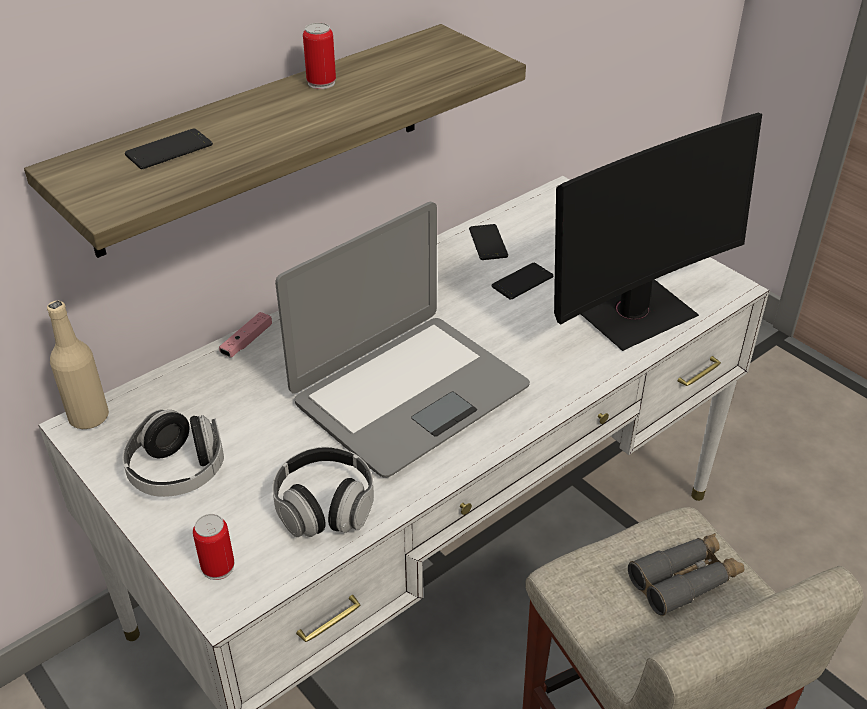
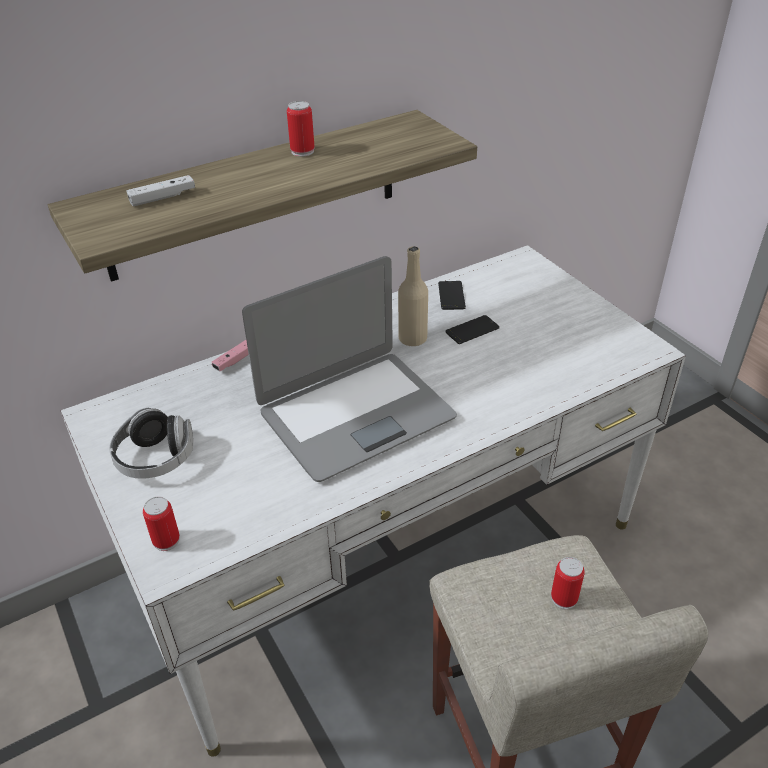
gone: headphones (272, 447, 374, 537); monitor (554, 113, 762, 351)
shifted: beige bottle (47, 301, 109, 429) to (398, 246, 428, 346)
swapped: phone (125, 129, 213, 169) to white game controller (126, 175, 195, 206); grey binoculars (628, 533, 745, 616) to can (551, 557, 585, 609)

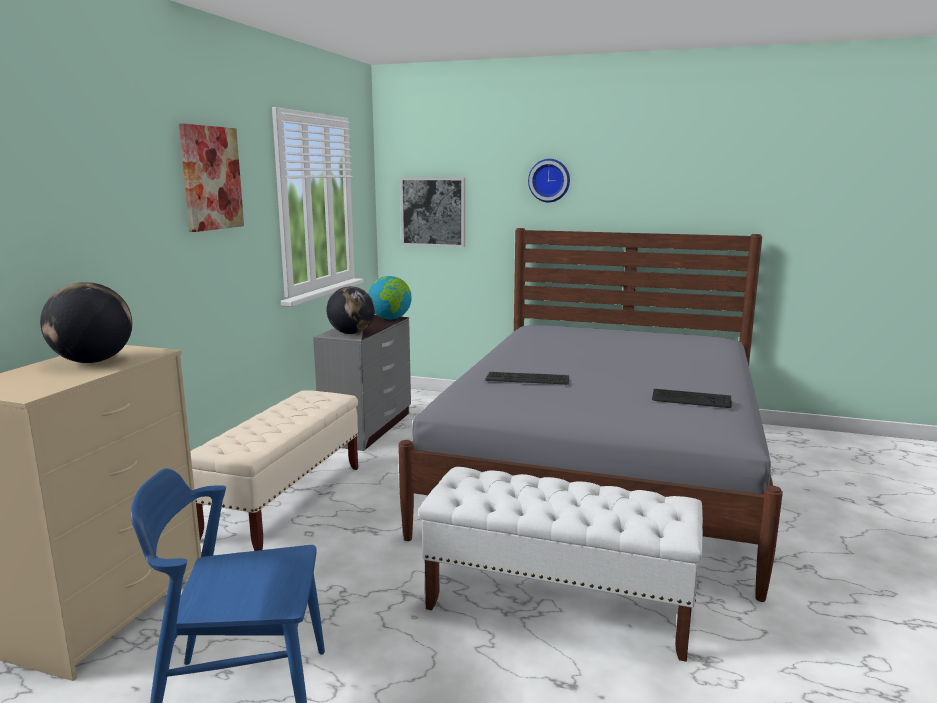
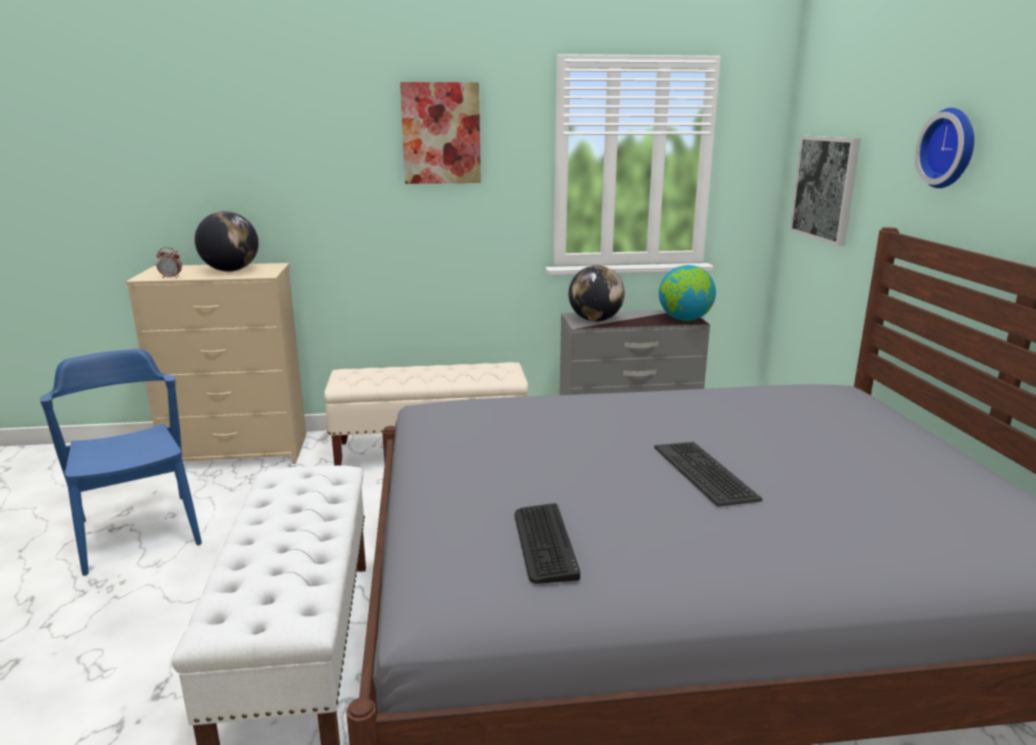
new: alarm clock (157, 247, 182, 278)
shifted: keyboard (485, 372, 569, 385) to (654, 442, 762, 507)

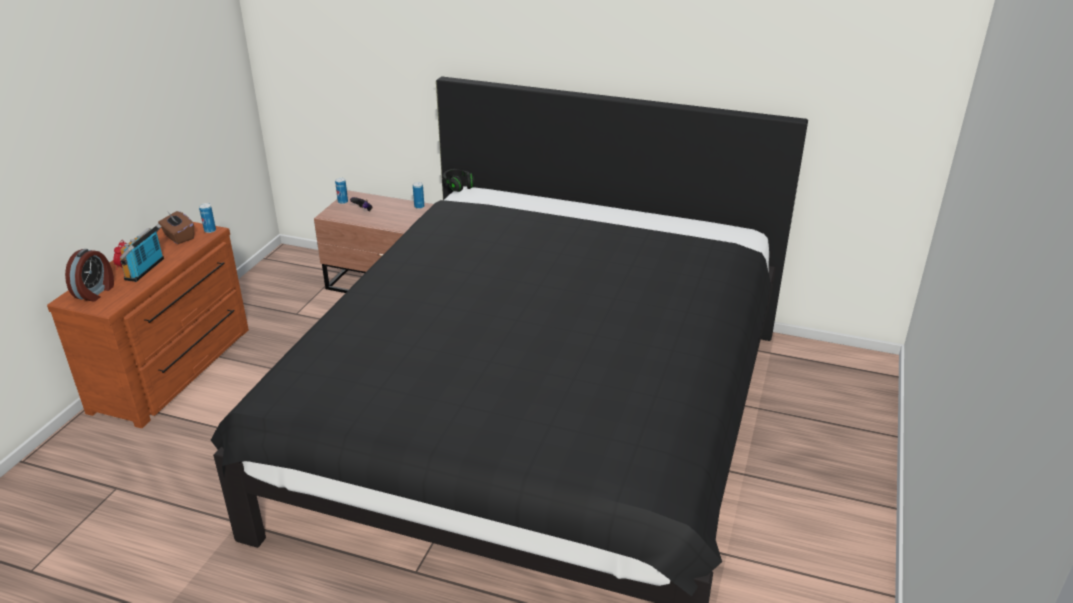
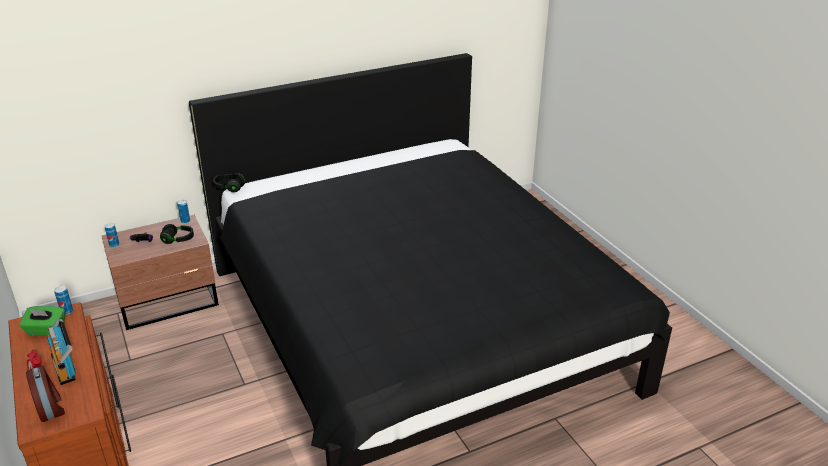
new: black headphones (160, 224, 194, 244)
repainted: brown tissue box (158, 211, 194, 244) to green tissue box (19, 306, 65, 336)

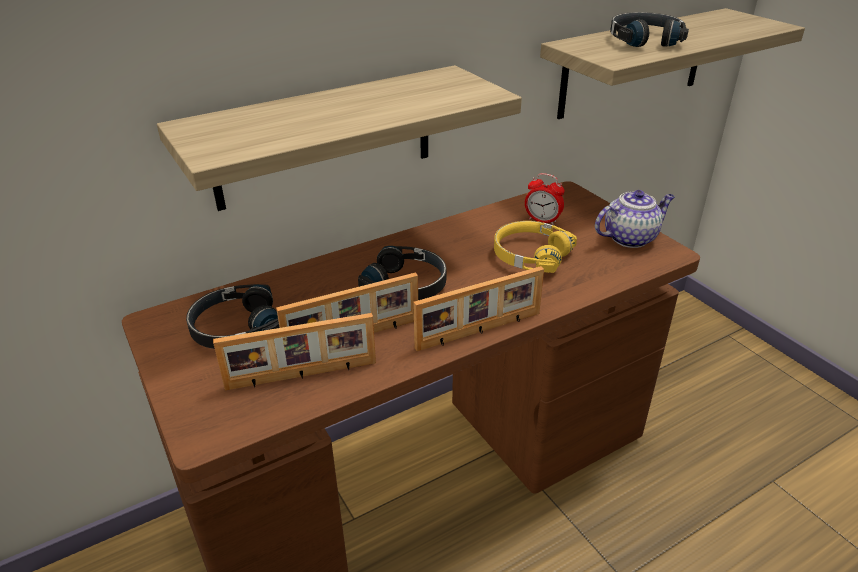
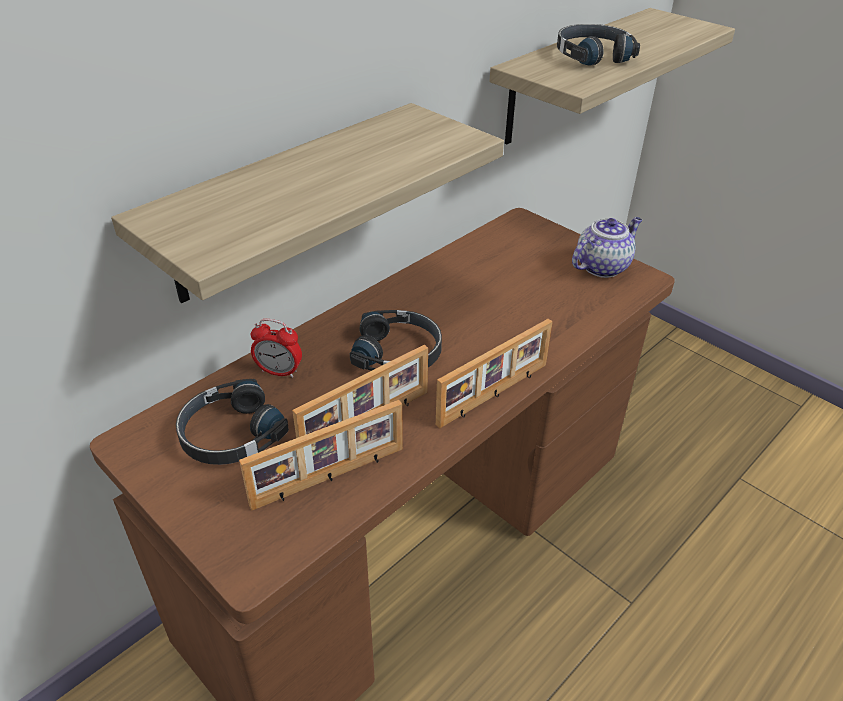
gone: yellow headphones (494, 221, 577, 273)
shifted: alarm clock (525, 173, 564, 225) to (250, 319, 302, 378)

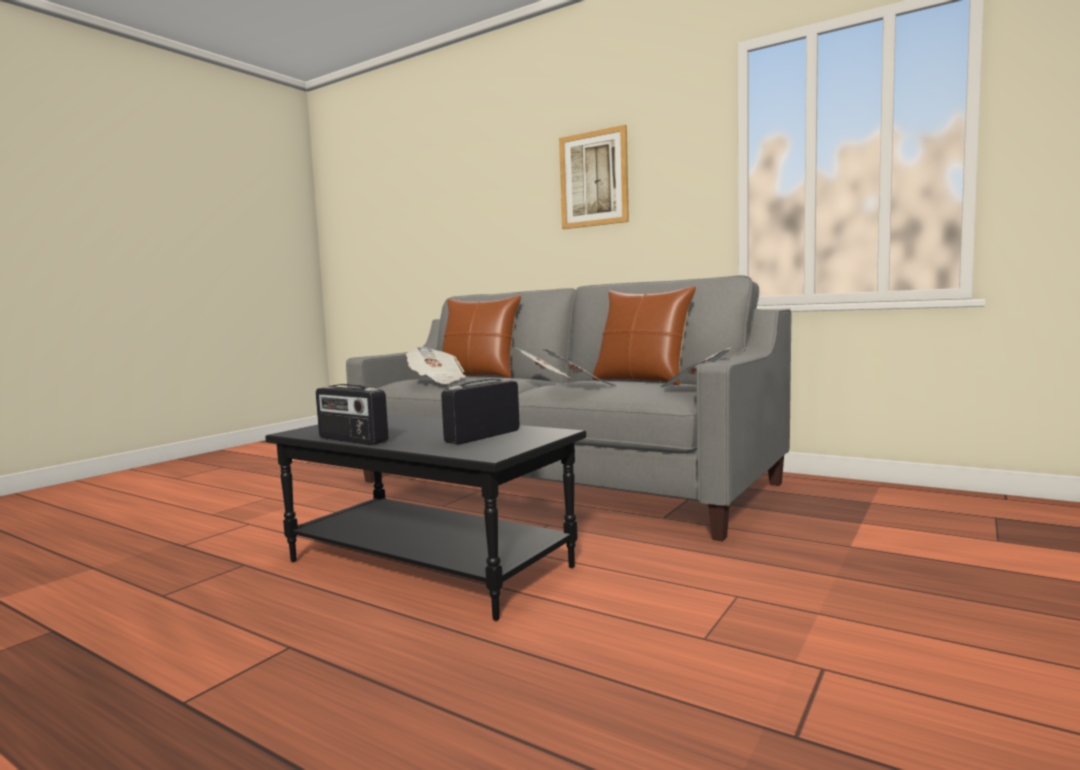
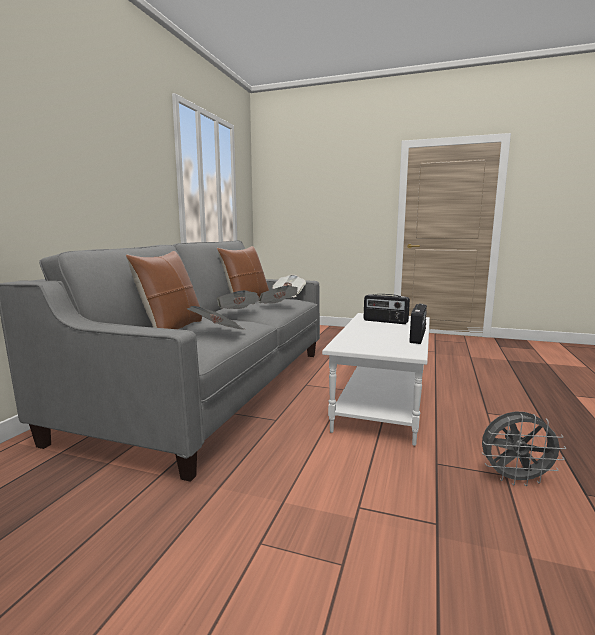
gone: picture (559, 125, 629, 229)
new: grey fan (482, 412, 566, 486)
repainted: black coffee table (265, 414, 586, 621) to white coffee table (322, 313, 430, 446)

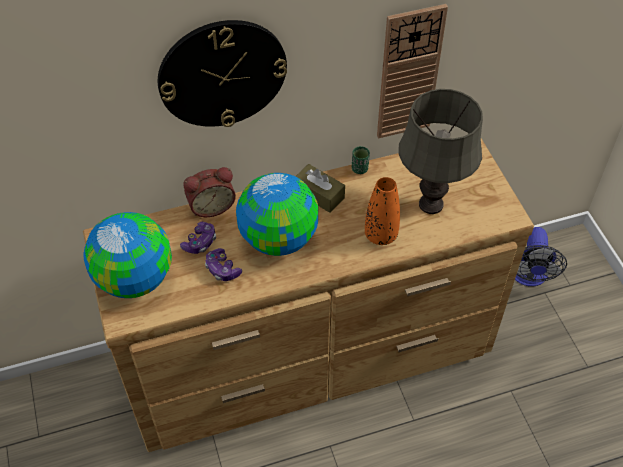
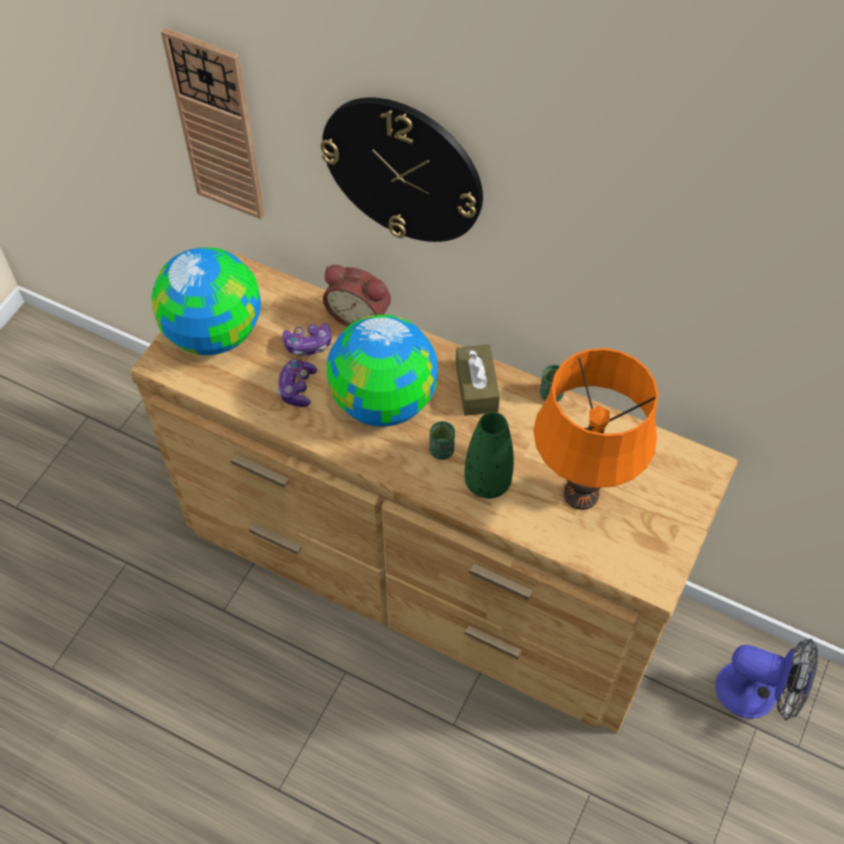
new: green cup (429, 421, 455, 460)
shifted: wall clock (377, 4, 448, 138) to (161, 27, 265, 220)
repainted: orange vase (365, 177, 400, 245) to green vase (464, 412, 514, 498); grey table lamp (399, 89, 483, 214) to orange table lamp (533, 348, 659, 510)
rotated: fan (515, 227, 567, 286) = (715, 639, 818, 720) 120 degrees counterclockwise

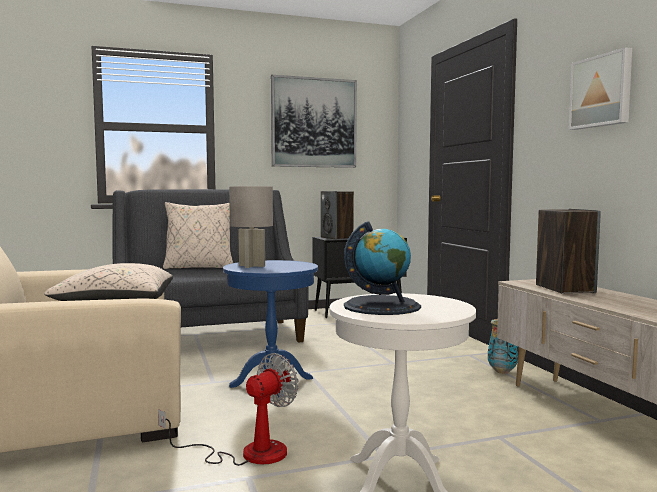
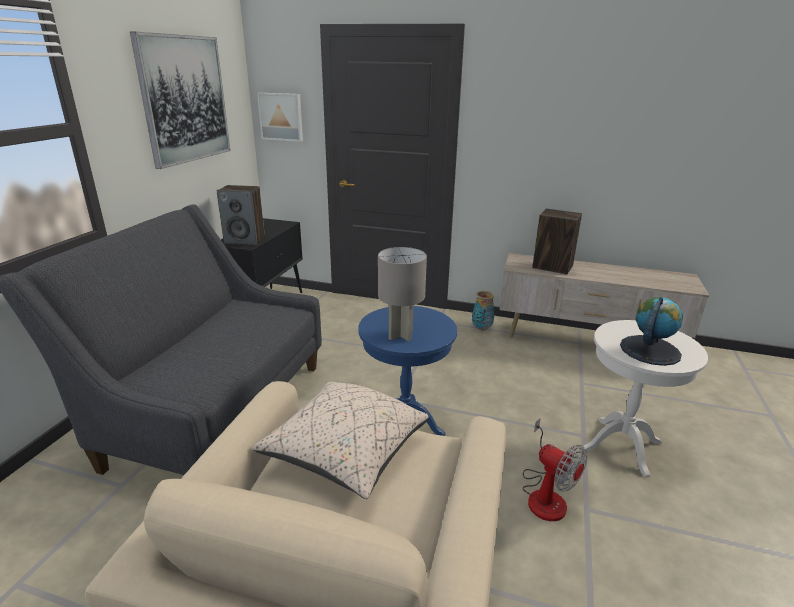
gone: beige pillow (163, 202, 233, 269)
shifted: picture (569, 47, 632, 130) to (257, 93, 303, 142)
rotated: fan (158, 353, 299, 466) = (523, 418, 587, 521) 150 degrees clockwise

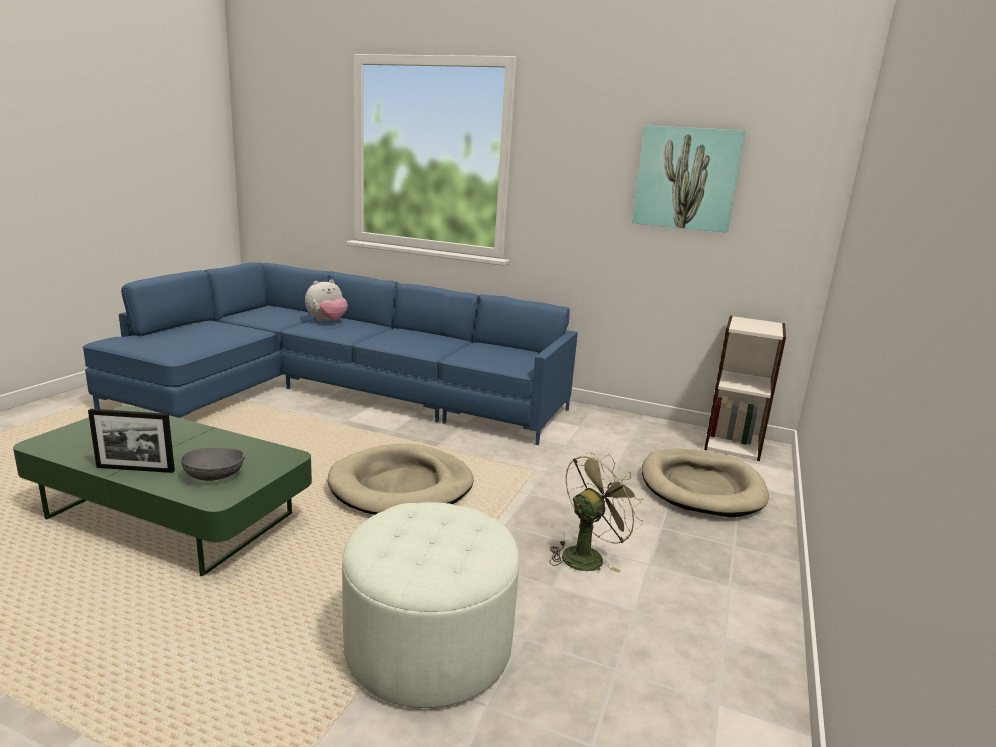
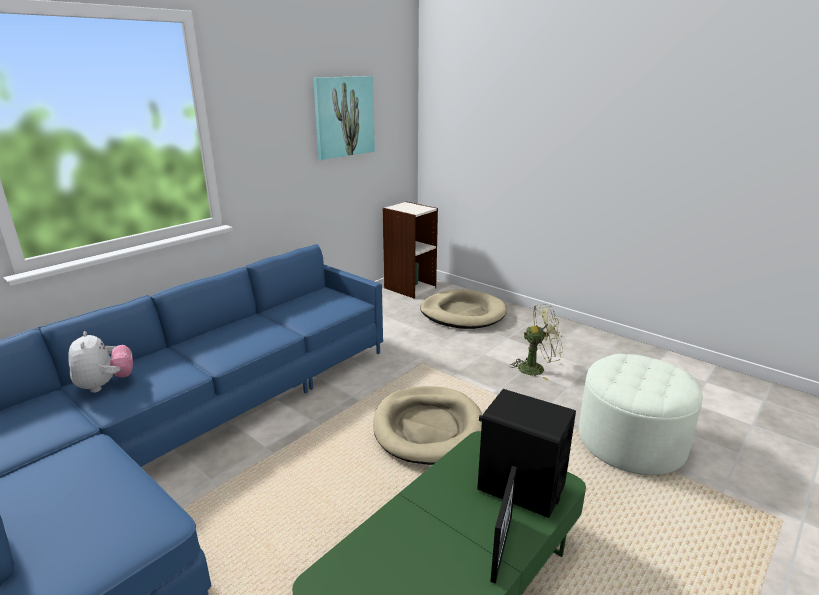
swapped: grey bowl (181, 447, 245, 481) to black speaker (477, 389, 576, 518)
rotated: green fan (549, 452, 643, 573) = (509, 304, 563, 381) 105 degrees clockwise

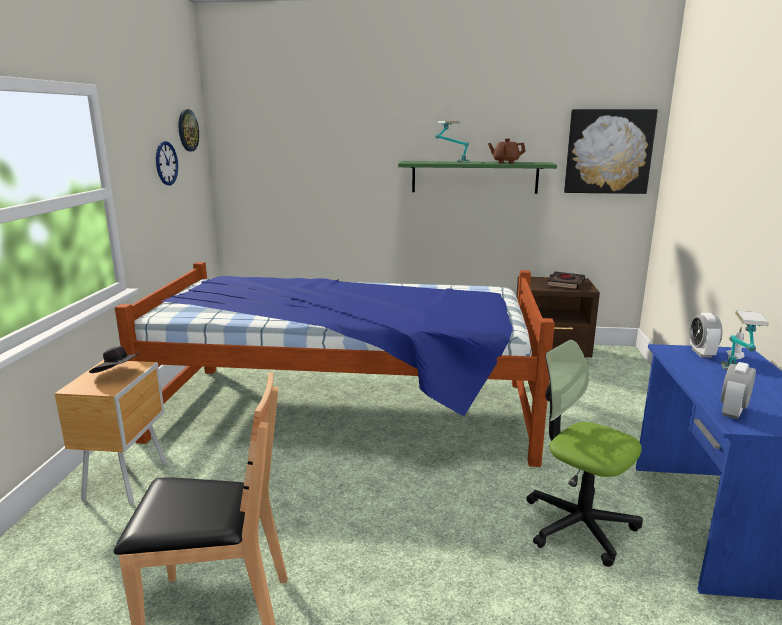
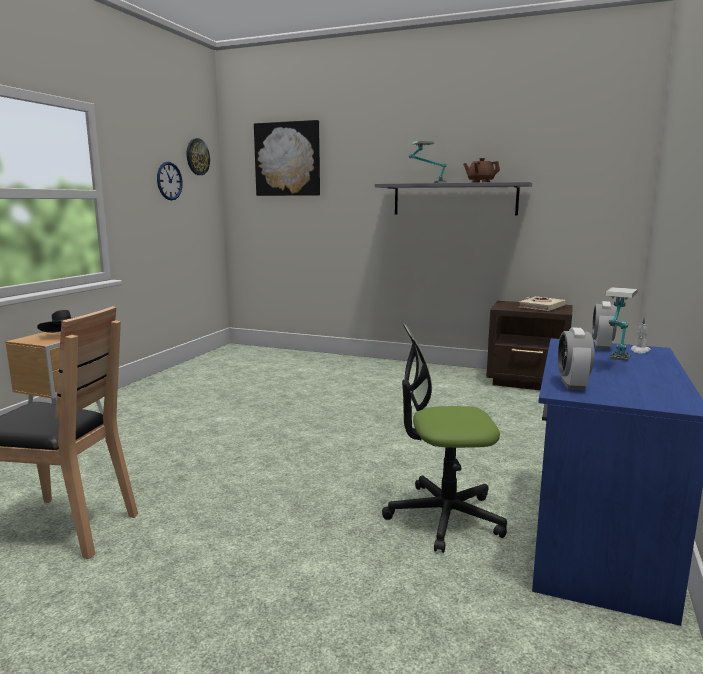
gone: bed (115, 262, 555, 467)
shifted: picture (564, 109, 658, 194) to (254, 120, 320, 196)
repainted: green shelf (398, 161, 557, 194) to grey shelf (375, 182, 532, 215); black book (547, 272, 585, 289) to beige book (519, 296, 566, 311)
rotated: office chair (526, 340, 643, 567) = (382, 323, 507, 553) 60 degrees counterclockwise; alarm clock (721, 362, 756, 419) = (558, 328, 594, 390) 45 degrees counterclockwise

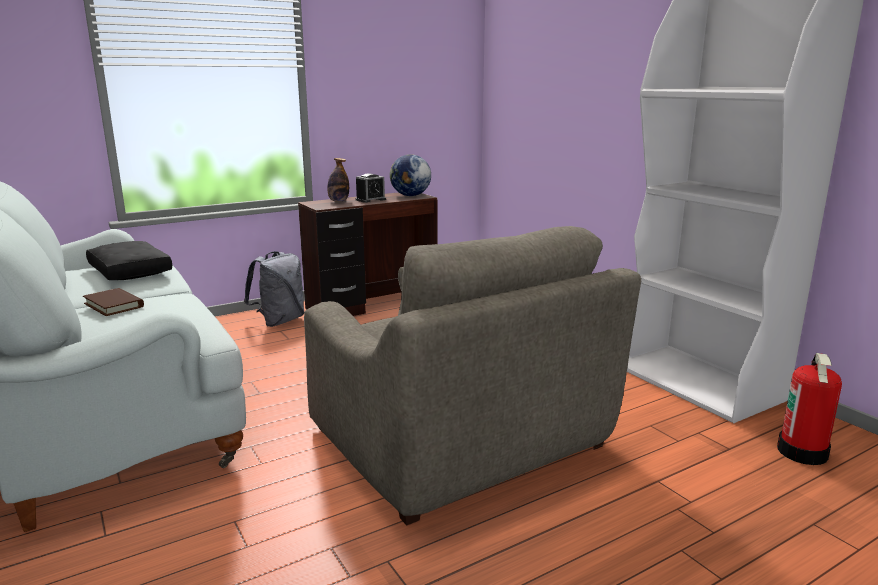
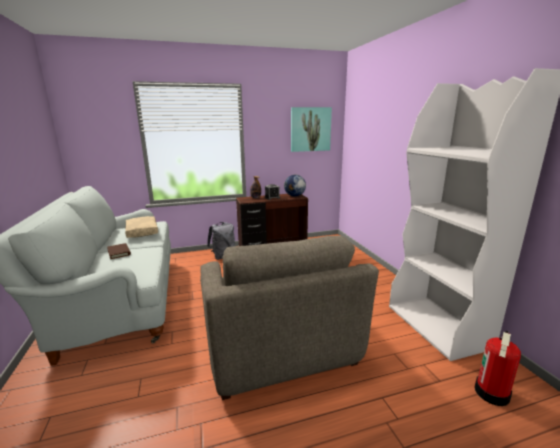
new: picture (291, 107, 332, 152)
repainted: black pillow (86, 241, 172, 280) to beige pillow (125, 216, 158, 238)

